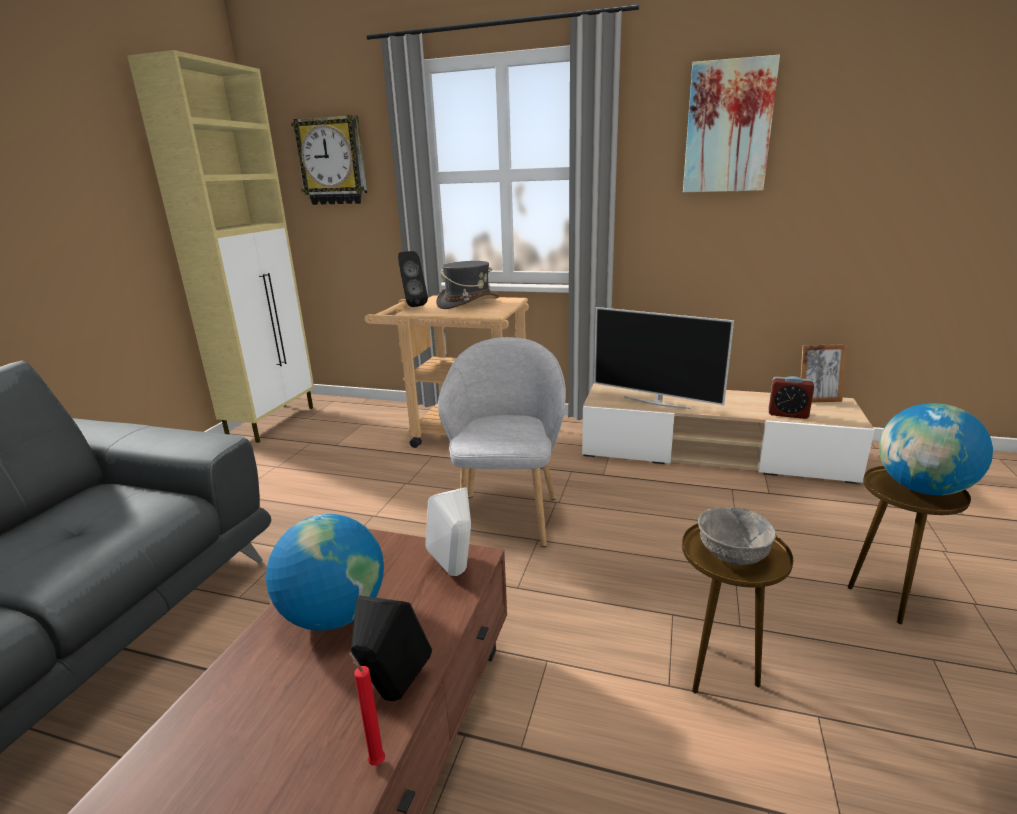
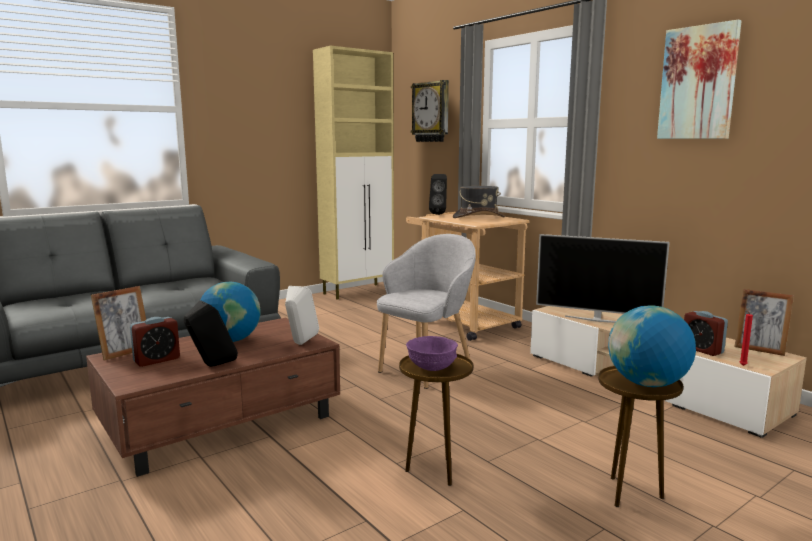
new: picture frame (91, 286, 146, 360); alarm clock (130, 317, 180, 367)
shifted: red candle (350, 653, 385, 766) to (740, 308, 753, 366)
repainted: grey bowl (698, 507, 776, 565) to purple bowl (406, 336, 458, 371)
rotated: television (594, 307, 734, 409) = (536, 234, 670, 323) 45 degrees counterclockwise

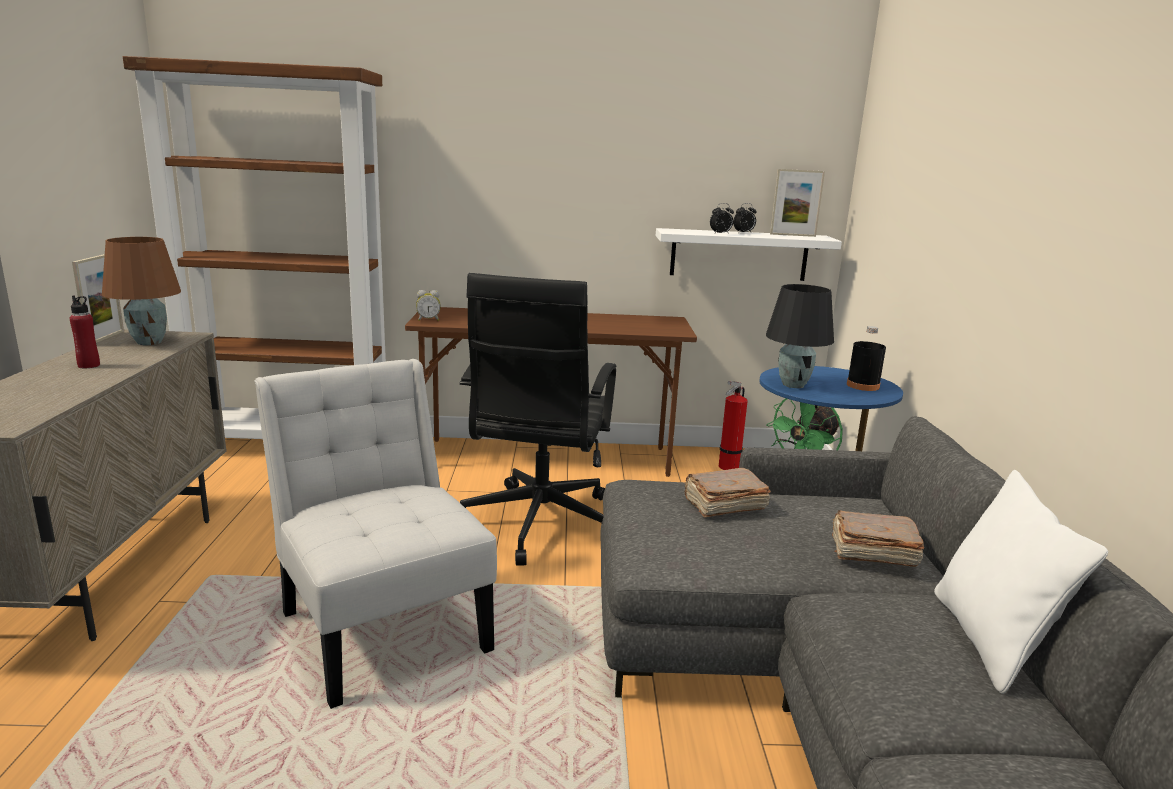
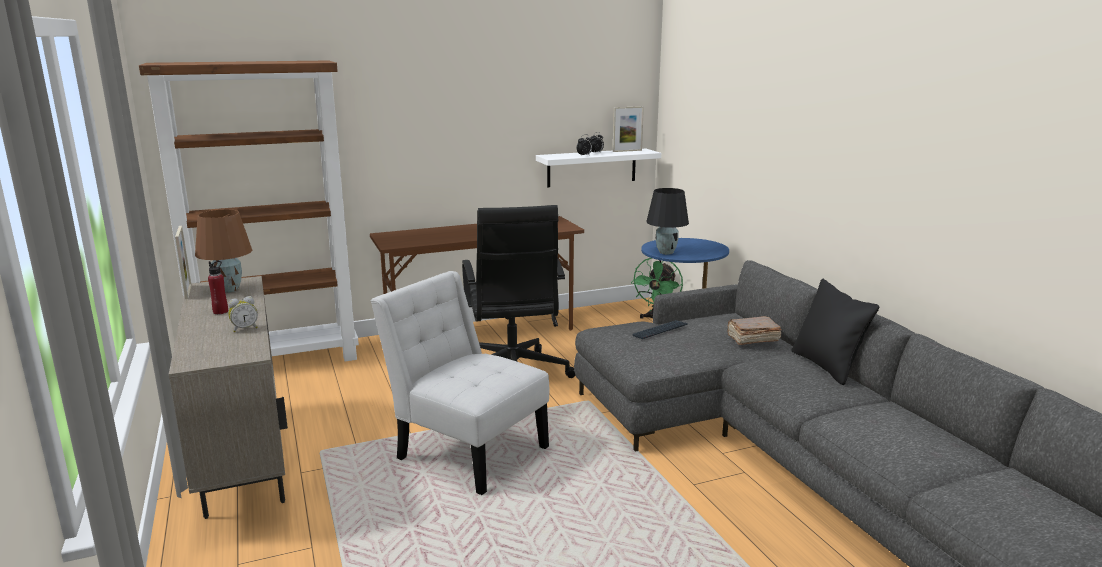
gone: fire extinguisher (719, 381, 748, 470); black bottle (847, 326, 886, 391)
shifted: alarm clock (416, 290, 441, 321) to (228, 296, 258, 332)
swapped: brown book (684, 468, 771, 517) to keyboard (632, 320, 688, 339)
repainted: white pillow (934, 470, 1108, 694) to black pillow (791, 279, 879, 385)

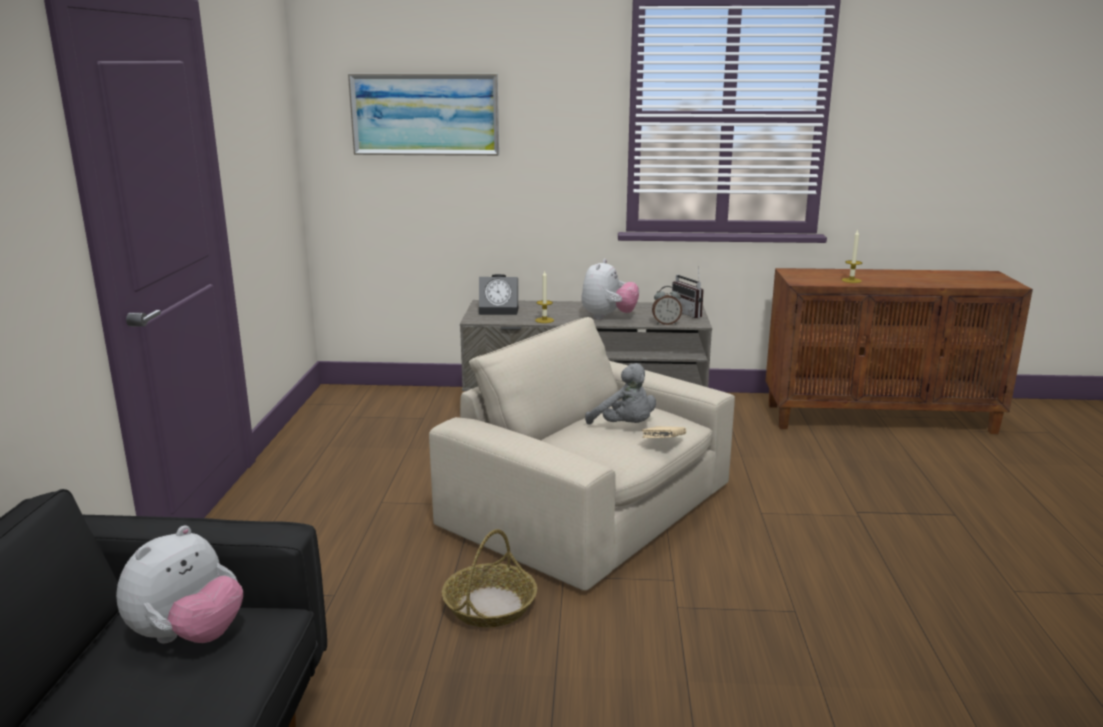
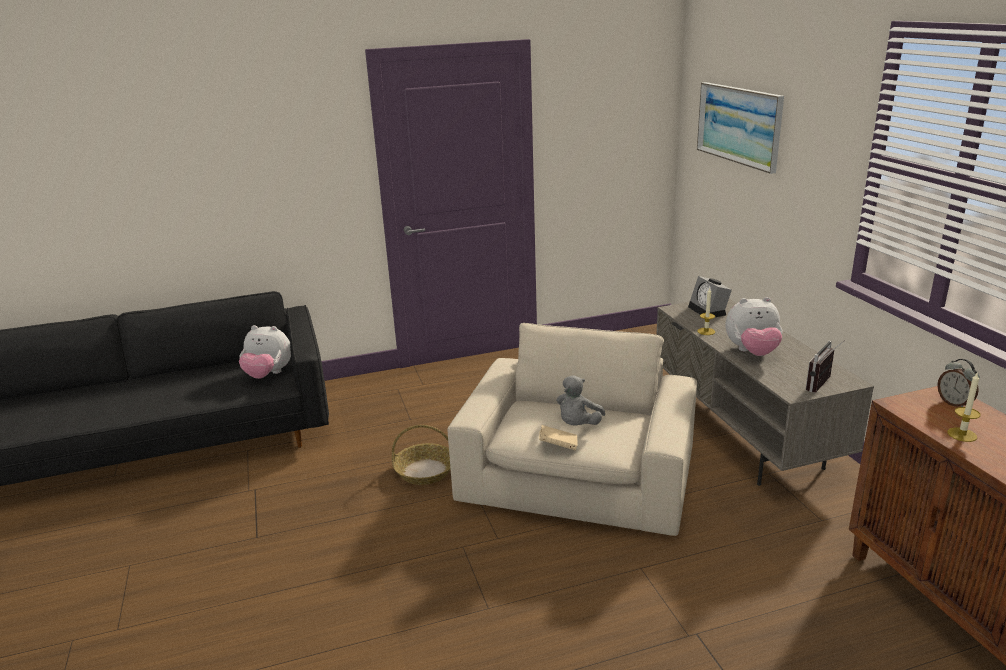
shifted: alarm clock (652, 286, 682, 325) to (937, 359, 980, 407)

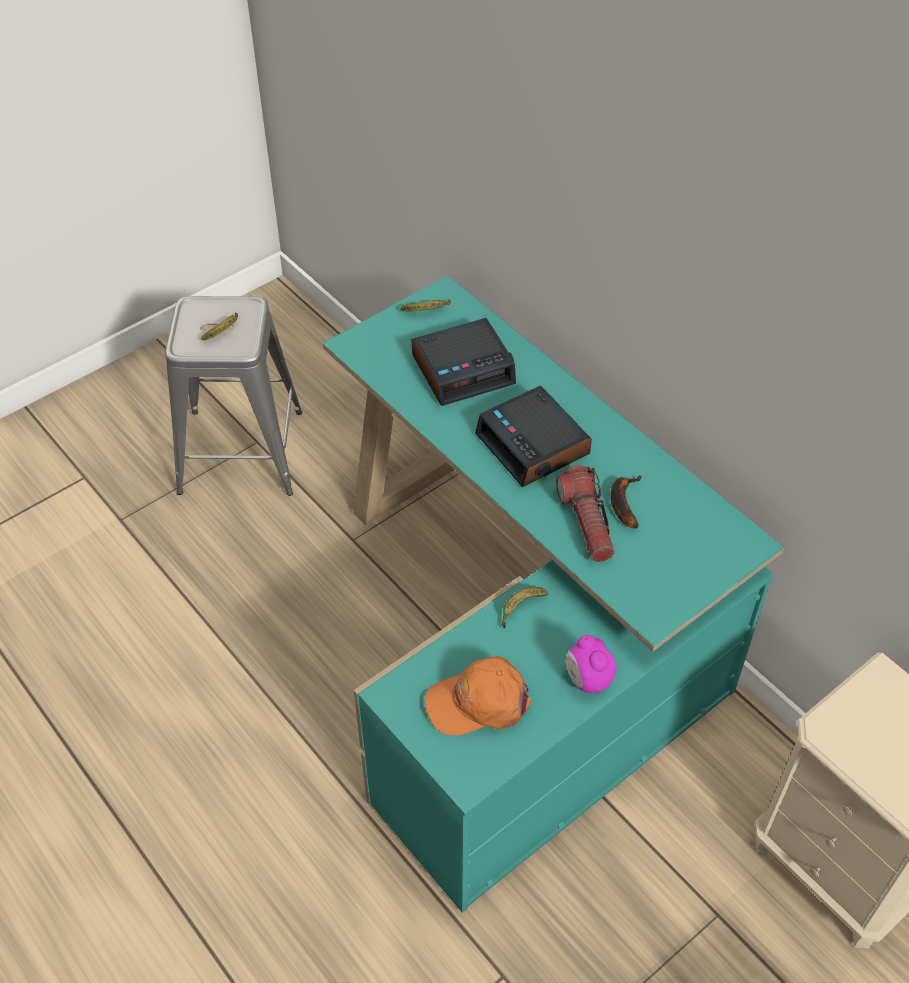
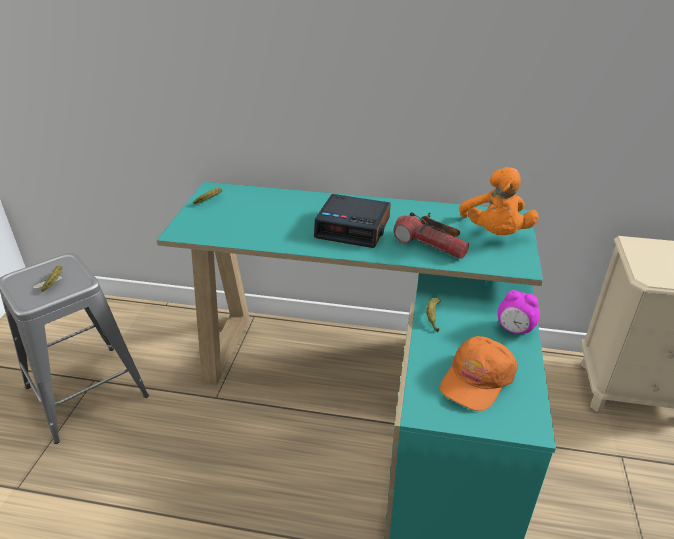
gone: alarm clock (412, 318, 516, 406)
new: orange plush toy (459, 167, 538, 235)

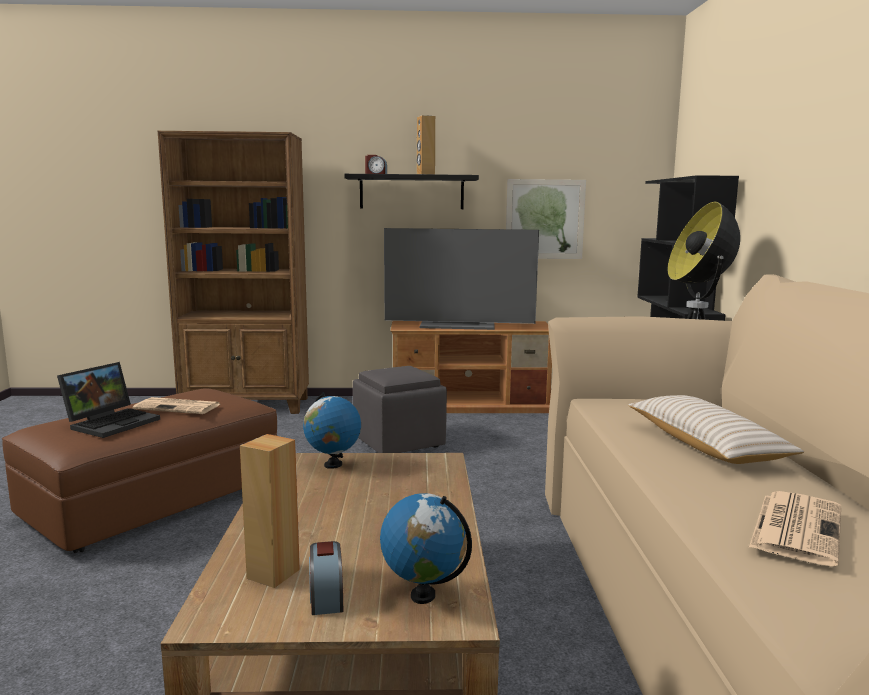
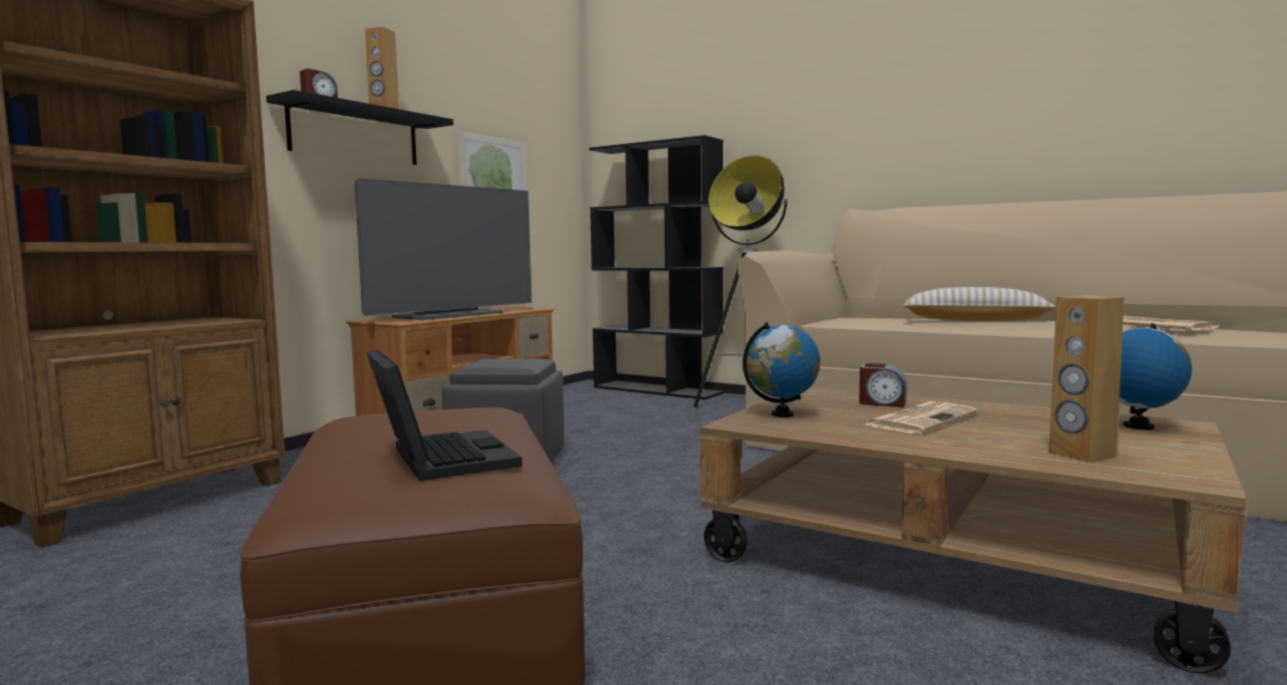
shifted: newspaper (133, 397, 220, 414) to (863, 401, 978, 434); alarm clock (309, 541, 343, 615) to (859, 363, 907, 407)

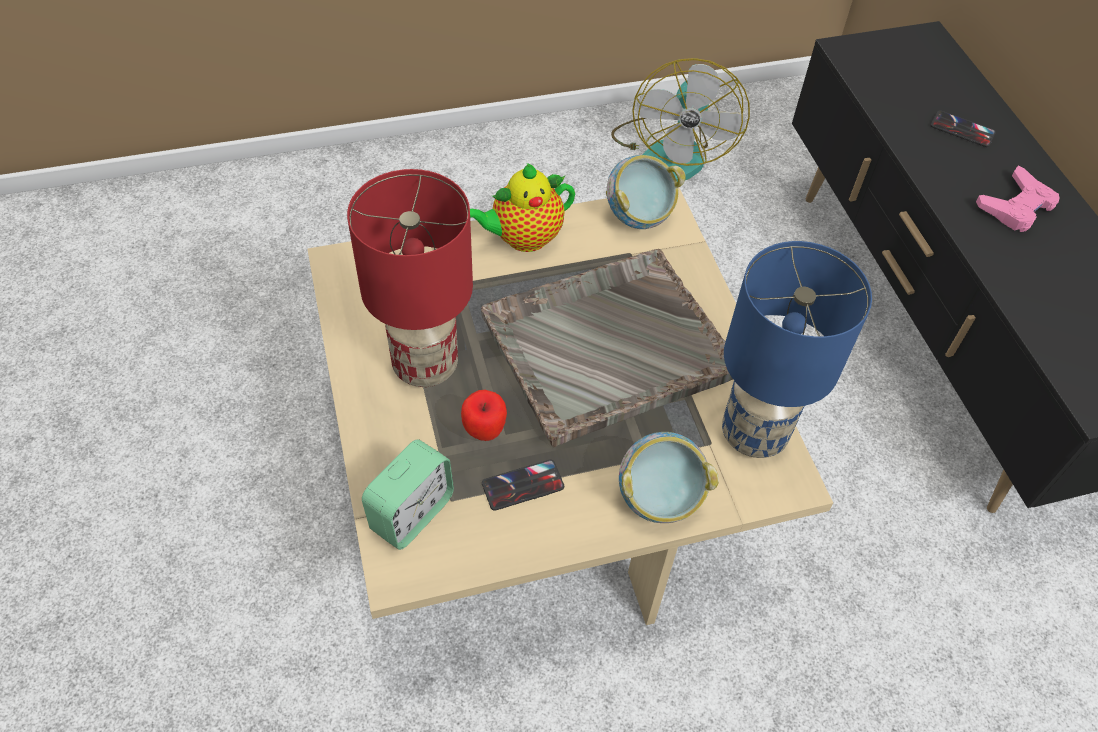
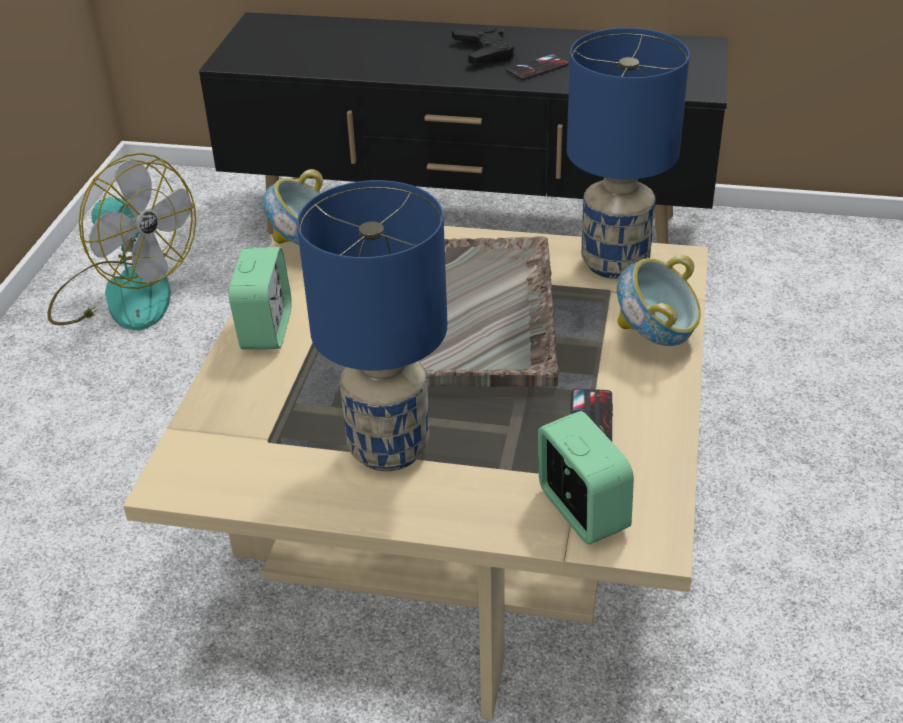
gone: apple (461, 390, 507, 441)
shifted: phone (930, 110, 996, 147) to (506, 54, 569, 80)
swapped: teapot (470, 163, 575, 252) to alarm clock (228, 247, 292, 349)
repainted: red table lamp (347, 169, 473, 387) to blue table lamp (297, 180, 447, 471); pink game controller (976, 165, 1060, 232) to black game controller (452, 25, 515, 64)

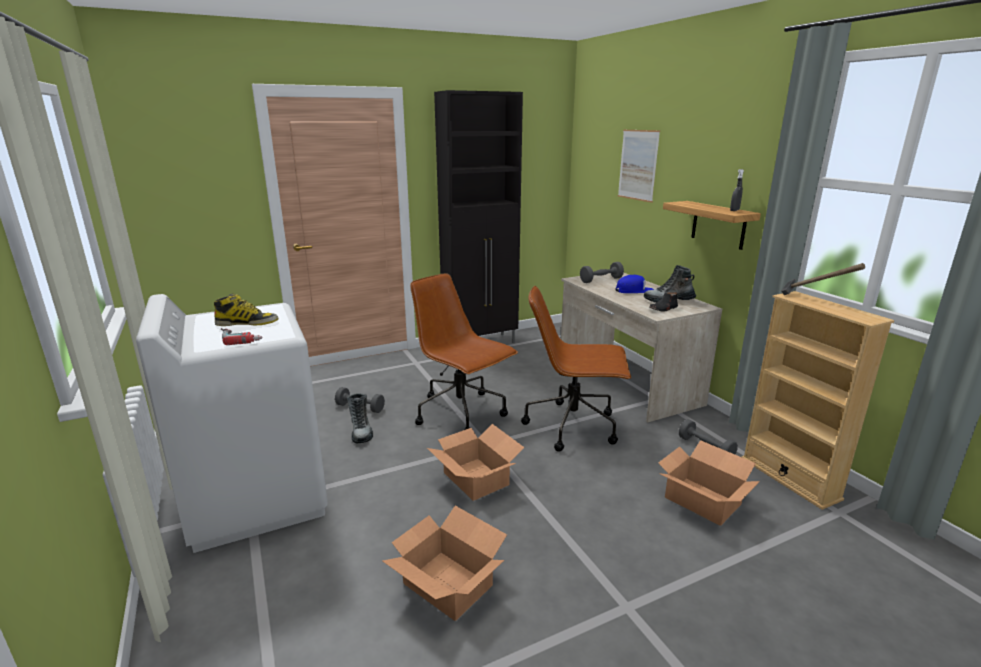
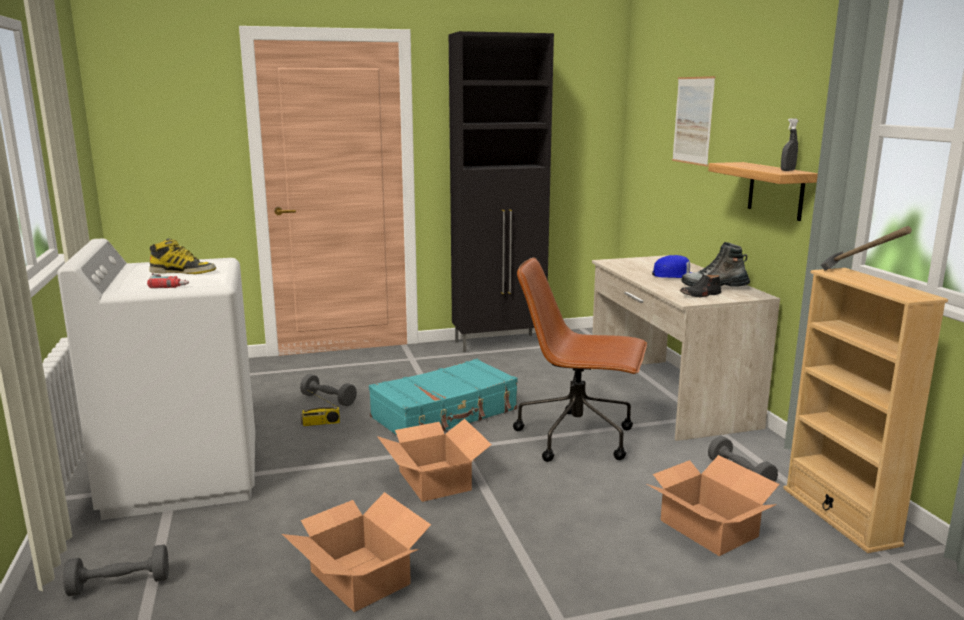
shifted: grey dumbbell (580, 262, 624, 283) to (63, 544, 169, 596)
swapped: boot (347, 393, 373, 443) to radio (300, 390, 340, 426); brown office chair (410, 273, 518, 430) to turquoise suitcase (369, 359, 518, 435)

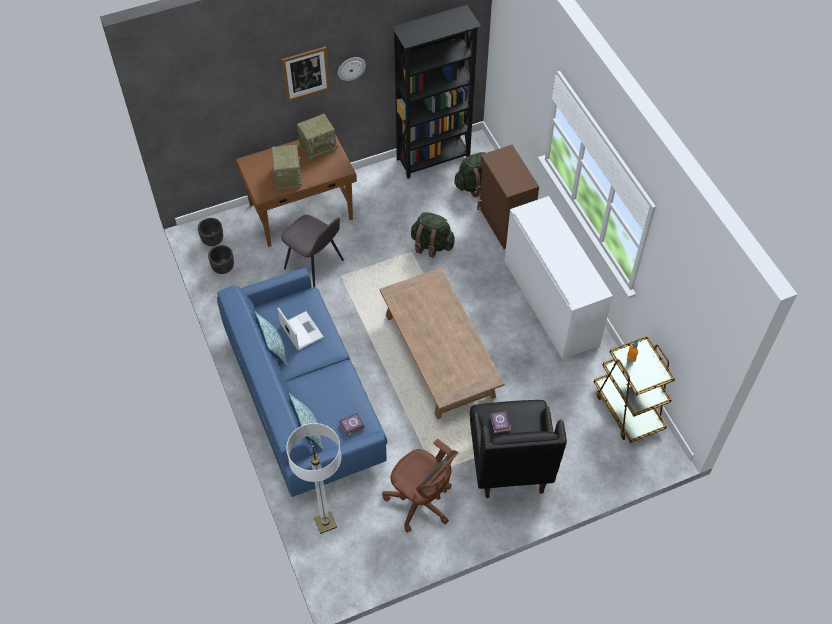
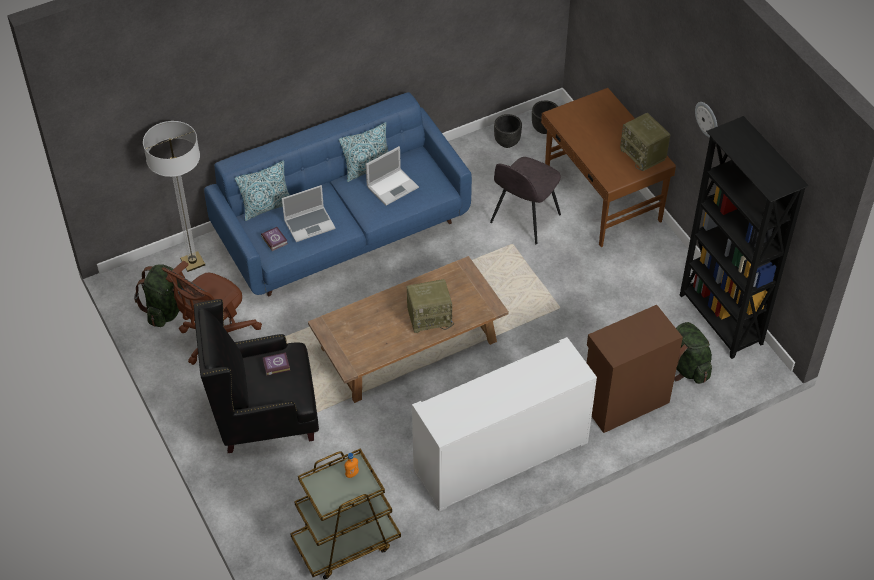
gone: picture (282, 46, 330, 102)
new: laptop (282, 185, 336, 242)
shifted: radio (271, 145, 302, 189) to (407, 279, 454, 333); green backpack (411, 212, 455, 258) to (134, 264, 180, 327)

